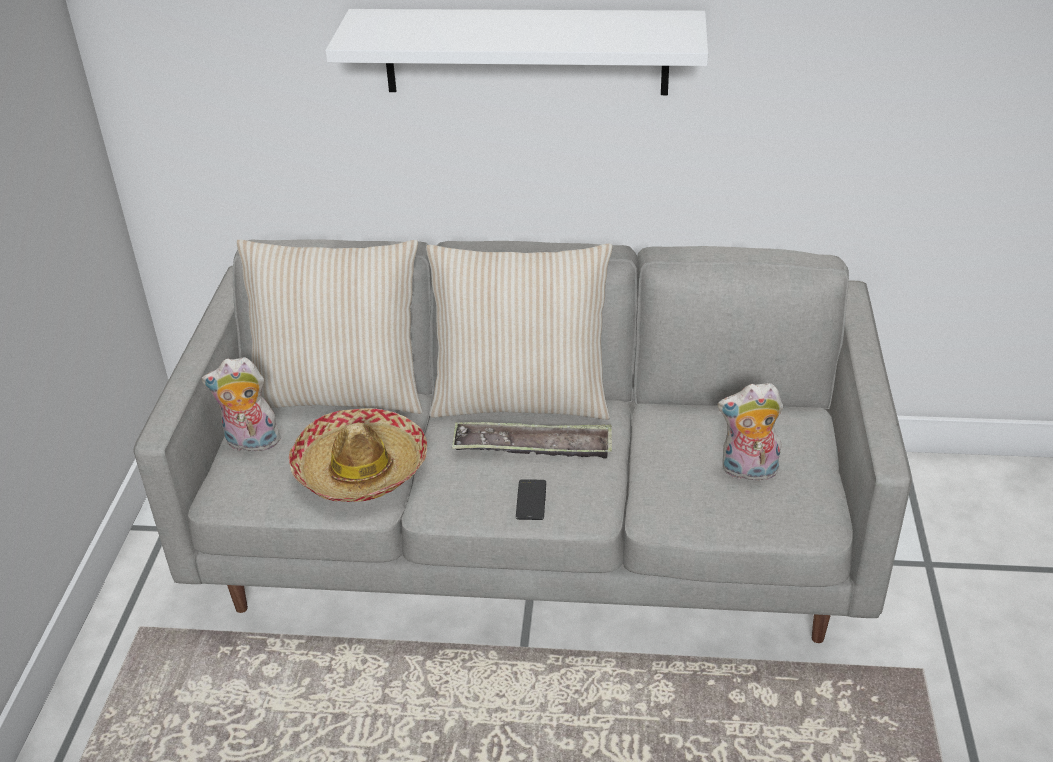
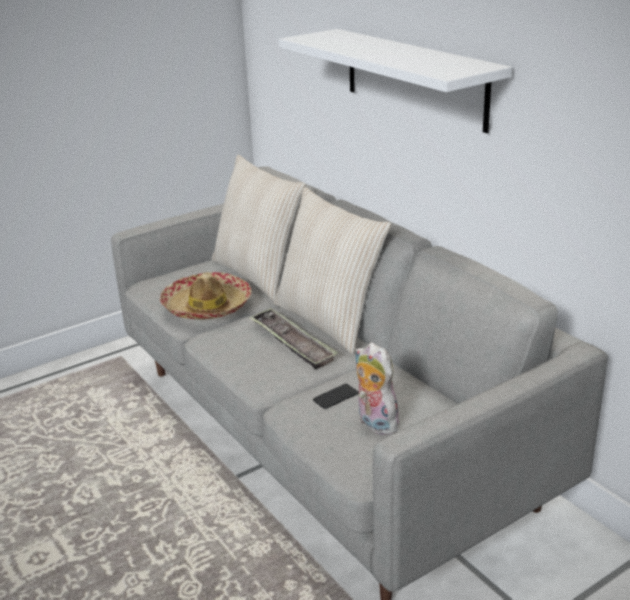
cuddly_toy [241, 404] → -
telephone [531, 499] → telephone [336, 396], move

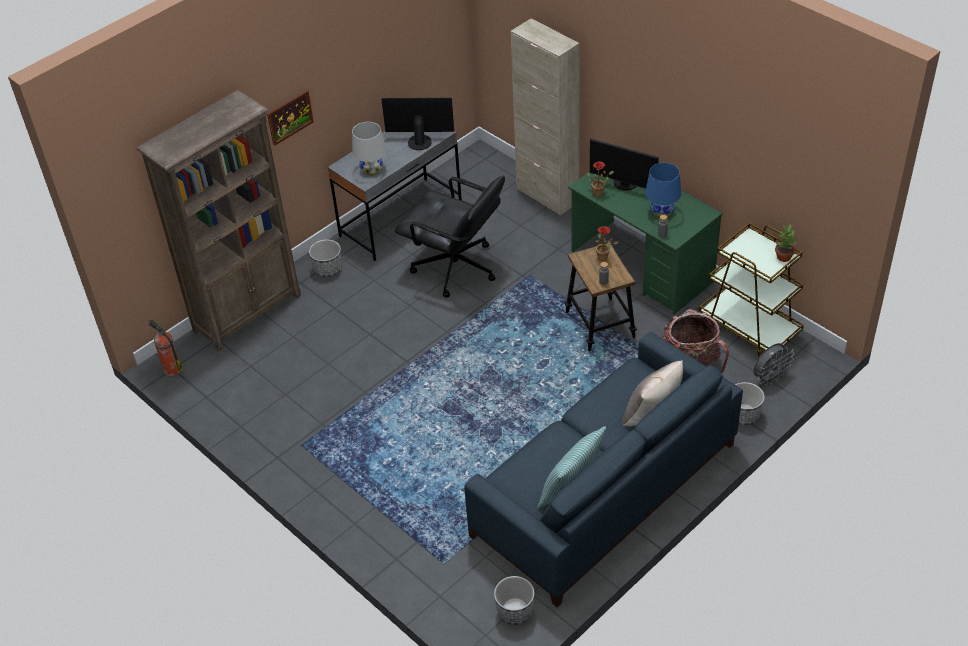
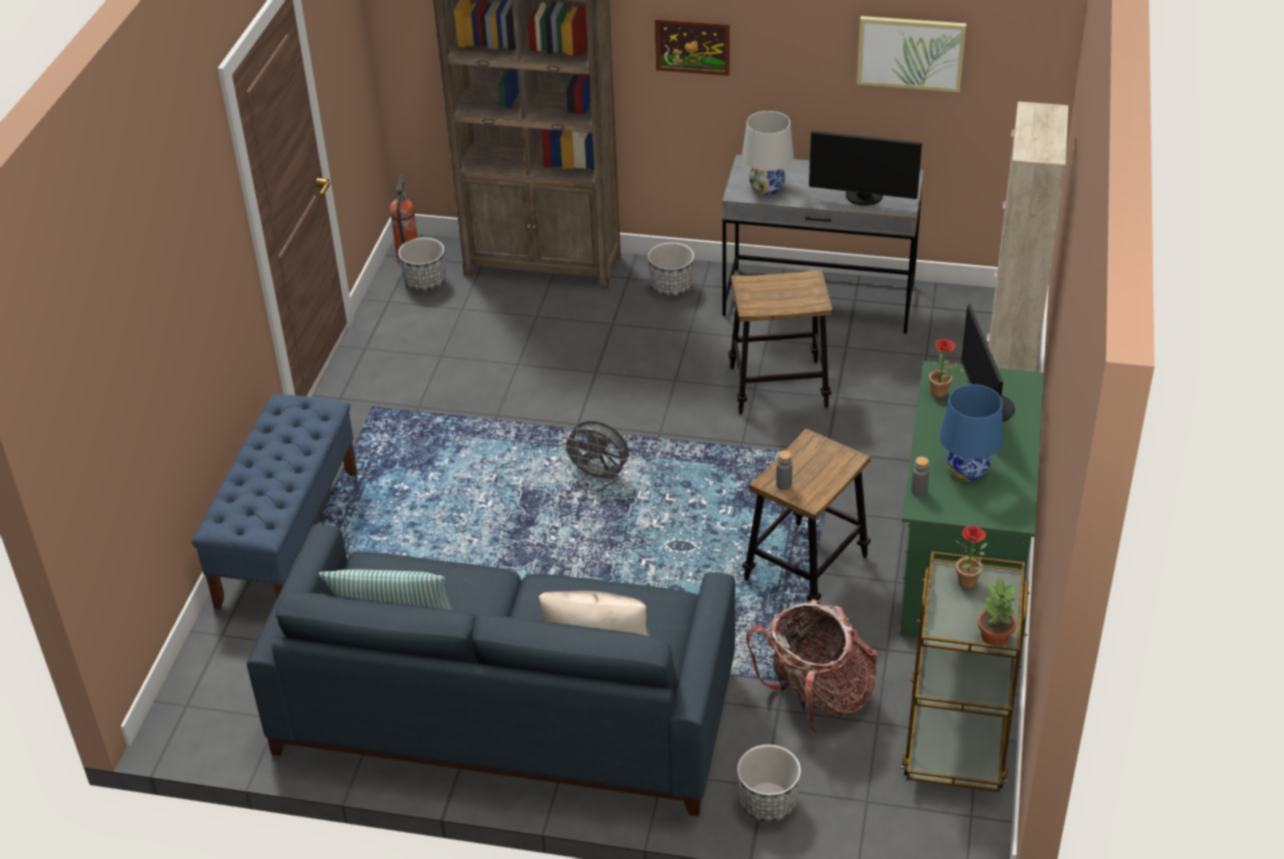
computer_display [417, 124] → computer_display [865, 168], 135 degrees clockwise
black_computer_chair [450, 236] → stool_seat [780, 342]
plant_in_a_pot [607, 243] → plant_in_a_pot [971, 557], move
grey_cooling_fan [774, 364] → grey_cooling_fan [595, 452], move
flower_pot [514, 600] → flower_pot [422, 264], move
- → wall_picture [912, 54]
- → blue_long_seat [274, 501]

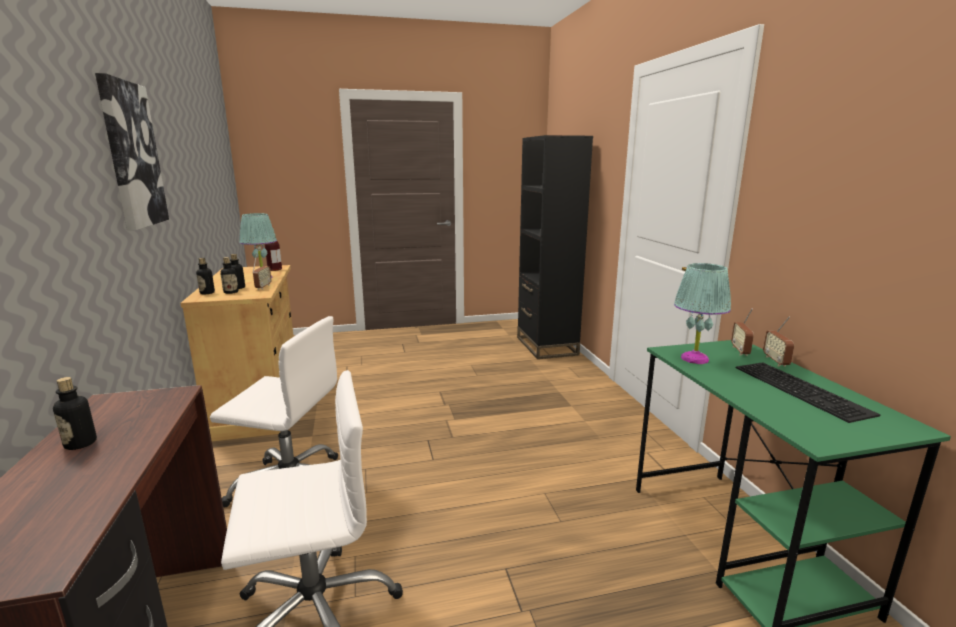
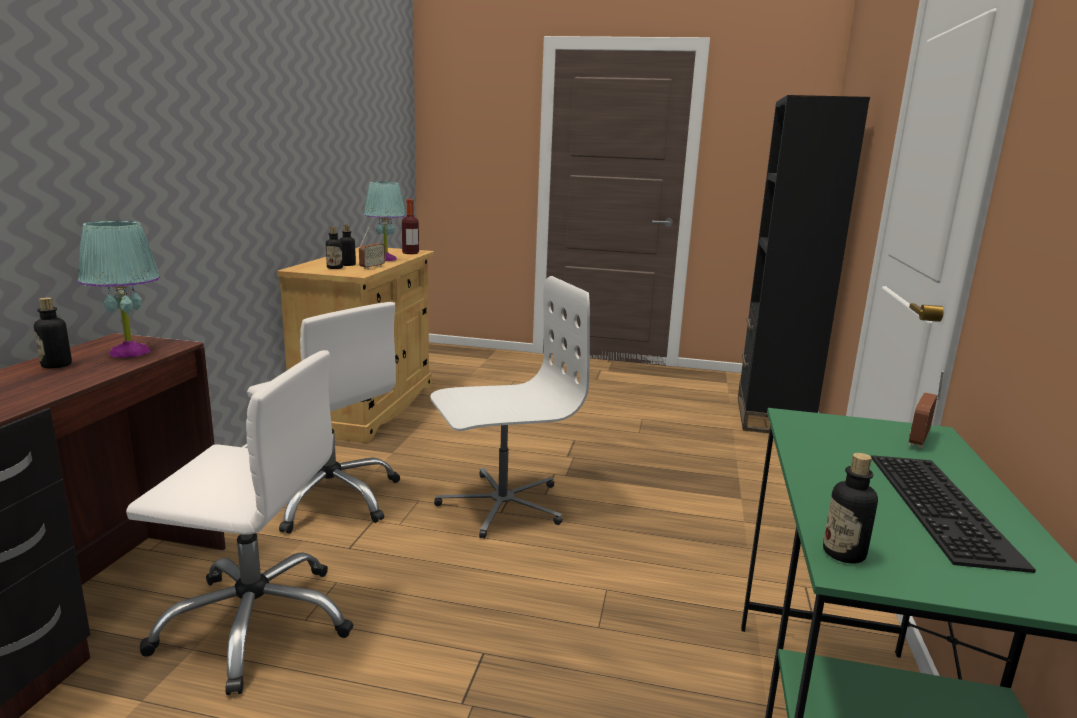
wall_picture [132, 151] → -
bottle [205, 276] → bottle [850, 508], move
turquoise-coloured_lamp_for_a_table [702, 313] → turquoise-coloured_lamp_for_a_table [119, 289], move
radio [778, 341] → -
- → white-coloured_computer_chair [510, 407]

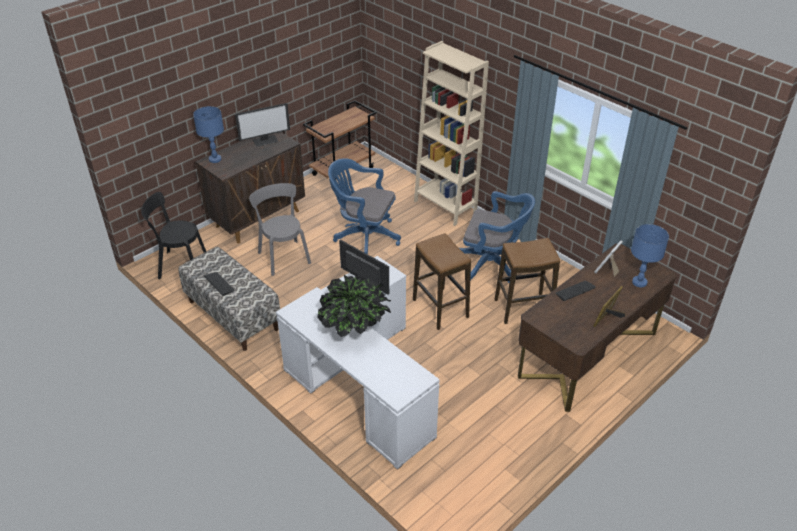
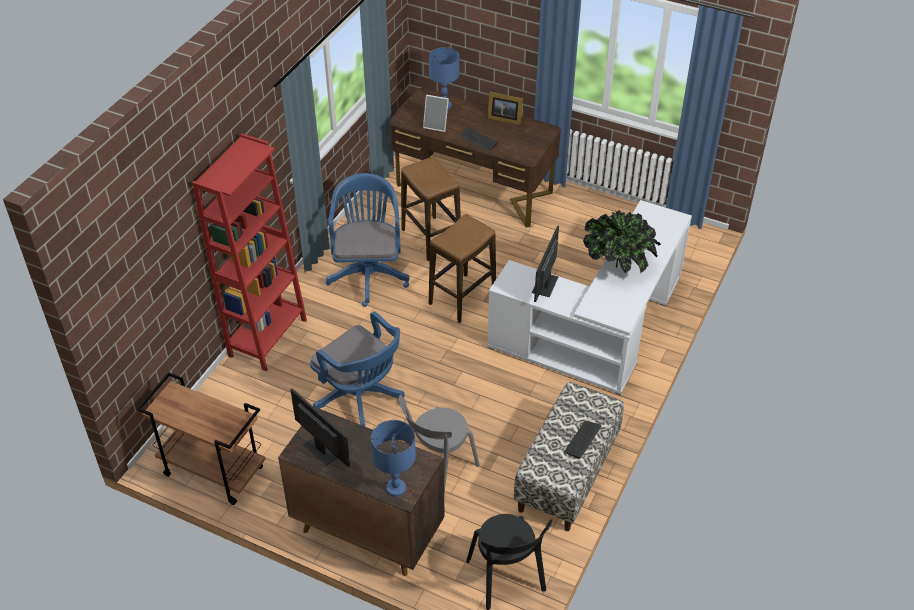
beige-coloured_bookshelf [451, 133] → reddish_bookshelf [249, 252]
blue_computer_chair [364, 206] → blue_computer_chair [357, 368], 45 degrees counterclockwise

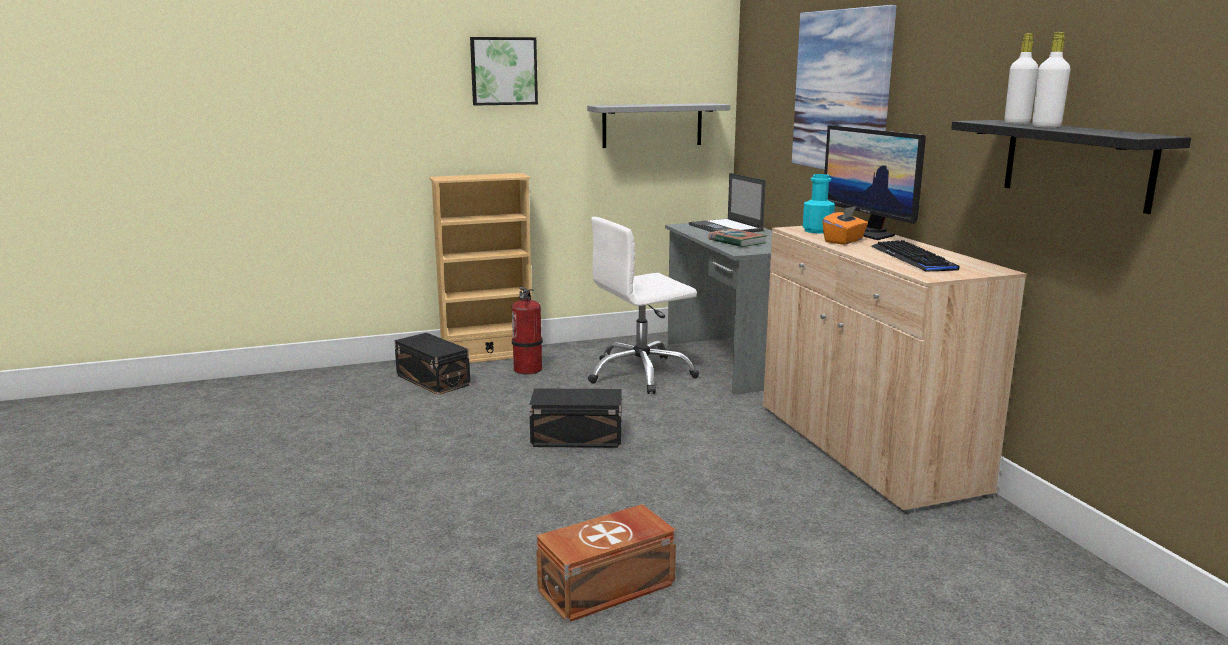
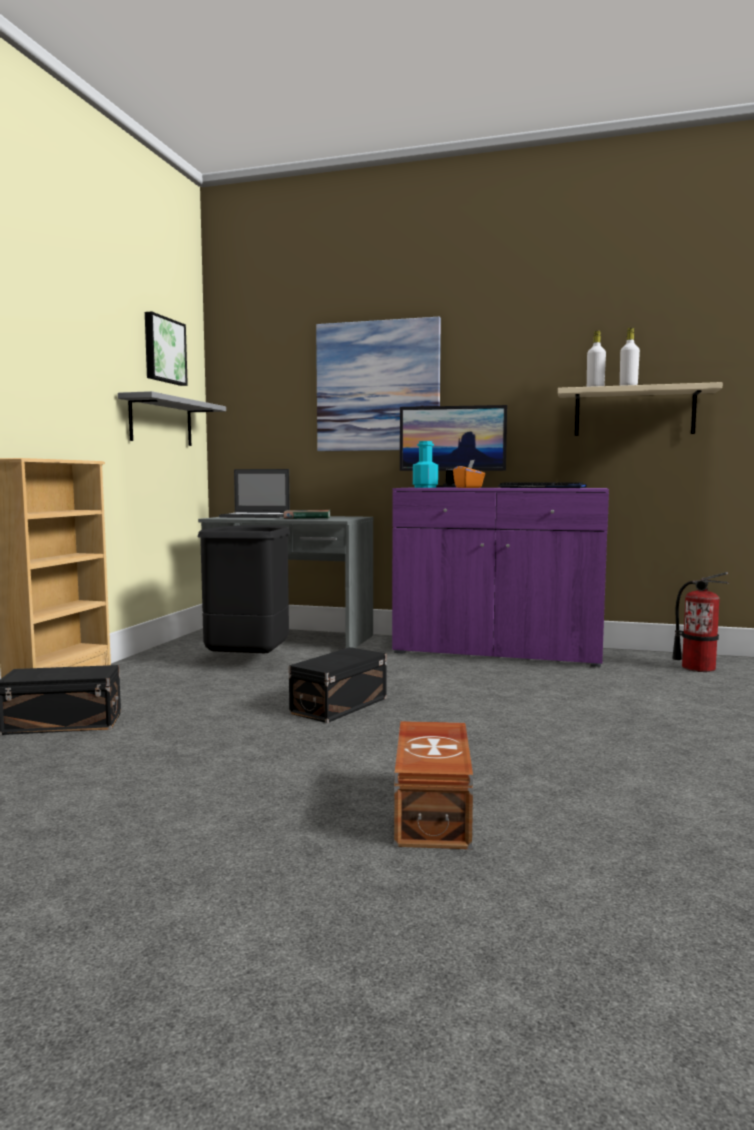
wall_picture [504, 71] → wall_picture [166, 348], move
black_shelf [1071, 167] → beige-coloured_shelf [640, 409]
white-coloured_computer_chair [643, 305] → black_rubbish_bin [244, 589]
beige-coloured_storage_cabinet [894, 370] → purplish_storage_cabinet [500, 577]
fire_extinguisher [527, 330] → fire_extinguisher [700, 622], move
brown-coloured_storage_box [606, 563] → brown-coloured_storage_box [433, 785], move

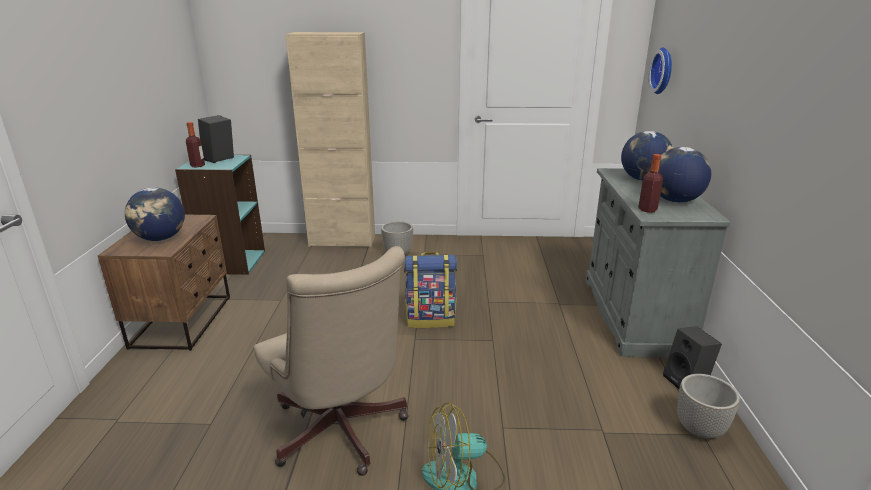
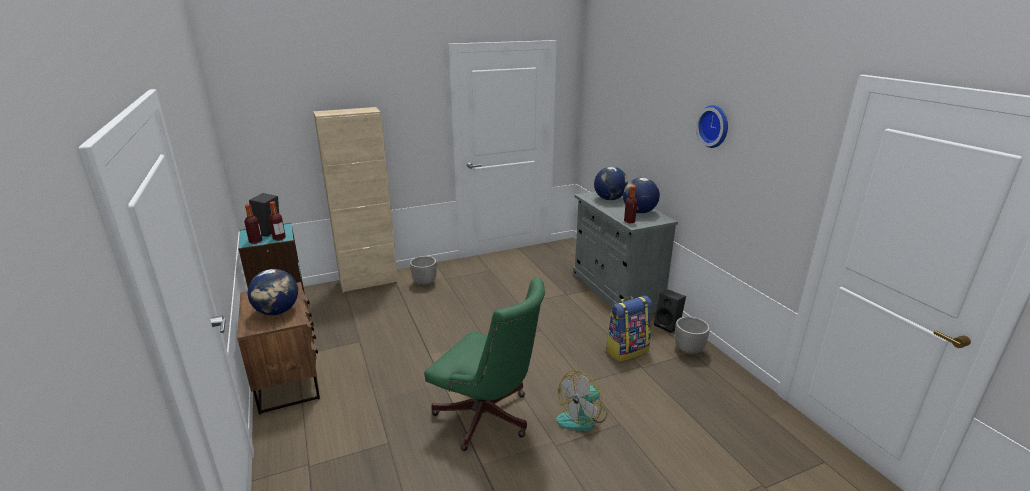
wall_clock [660, 71] → wall_clock [712, 126], move
beige-coloured_computer_chair [331, 361] → green_computer_chair [484, 364]
backpack [430, 290] → backpack [629, 329], move
- → bottle [277, 221]

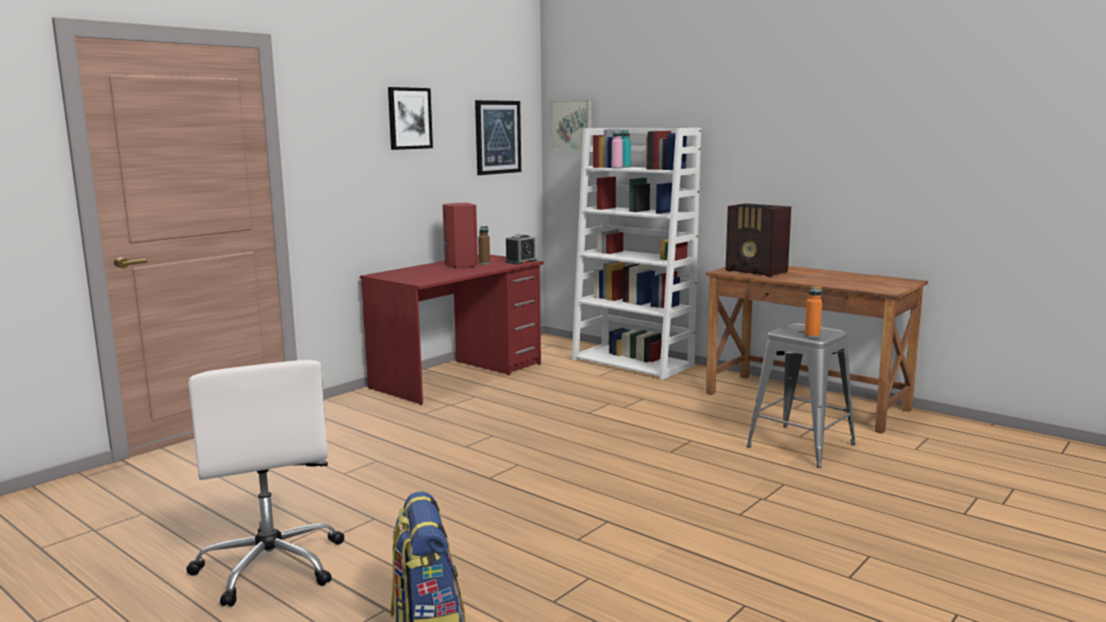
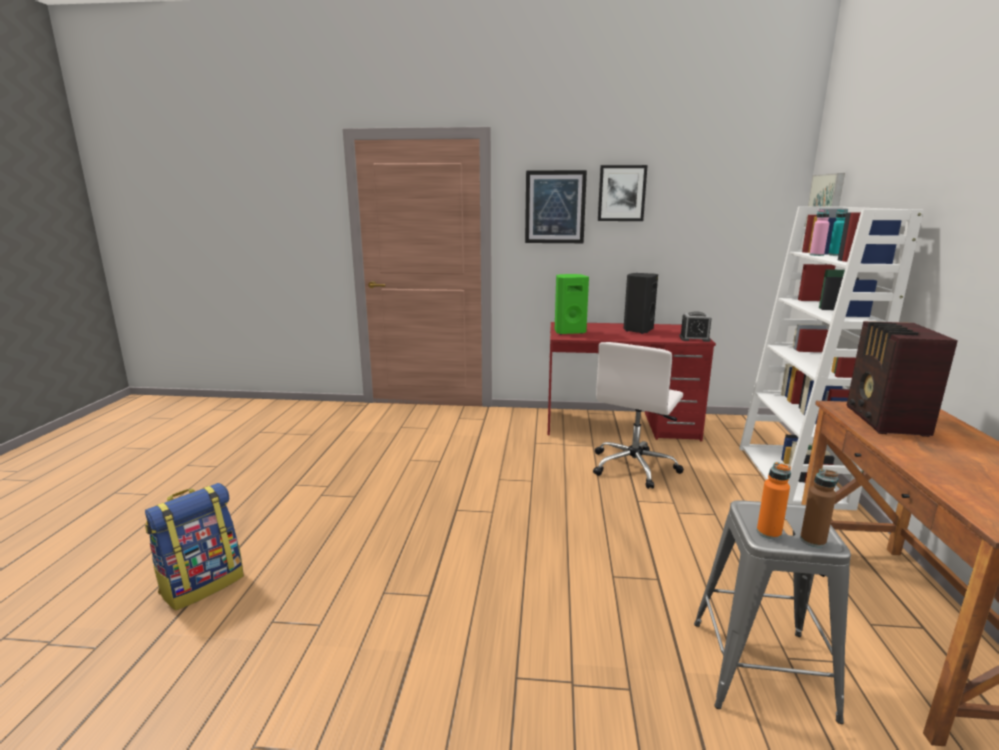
wall_picture [498, 137] → wall_picture [556, 206], move
reddish_speaker [460, 235] → black_speaker [640, 303]
brown-coloured_bottle [484, 245] → brown-coloured_bottle [819, 508], move
white-coloured_computer_chair [265, 483] → white-coloured_computer_chair [638, 415], move
- → green_speaker [572, 304]

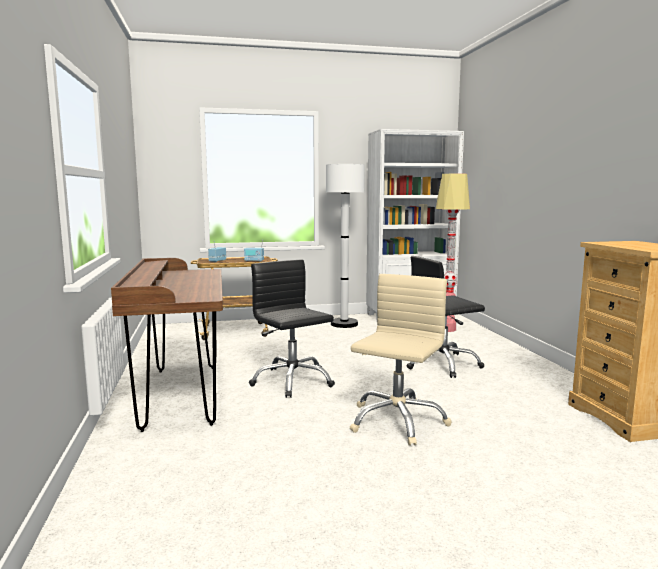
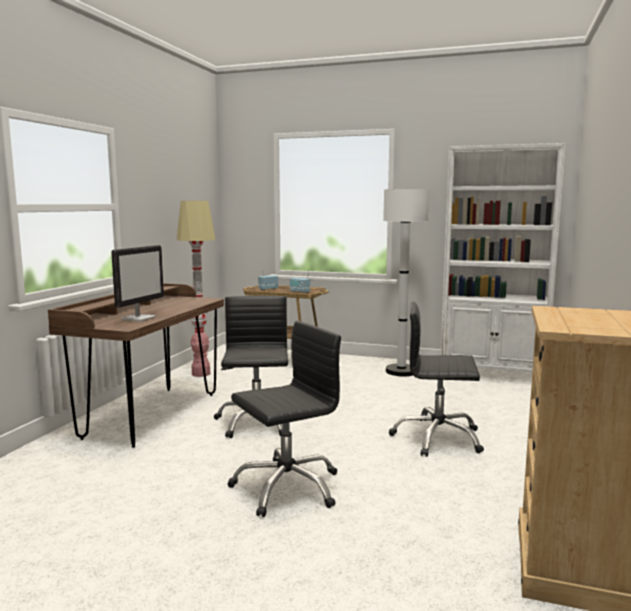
standing_lamp [453, 253] → standing_lamp [196, 289], move
beige-coloured_computer_chair [401, 360] → black_computer_chair [284, 419]
- → computer_display [137, 283]

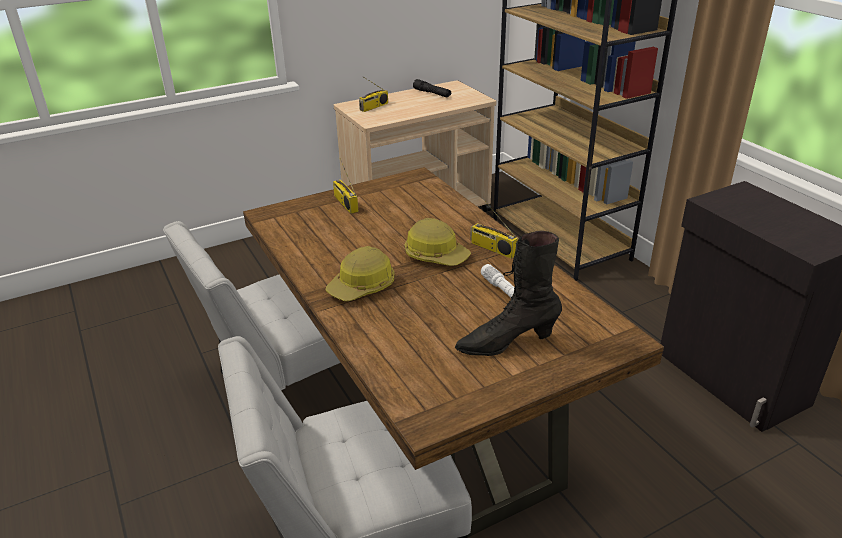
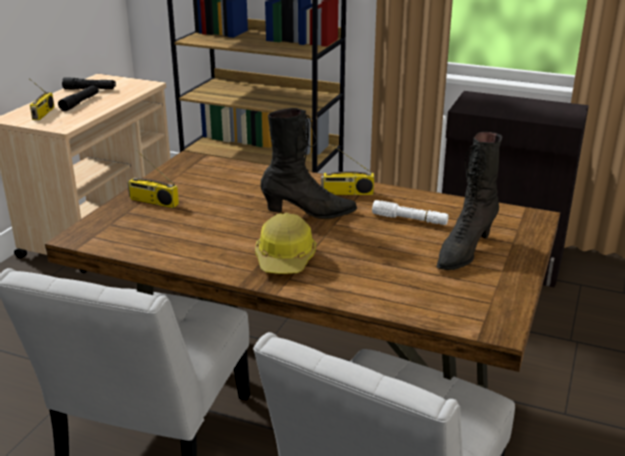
work_helmet [438, 242] → black_boot [308, 163]
- → black_hand_torch [78, 98]

